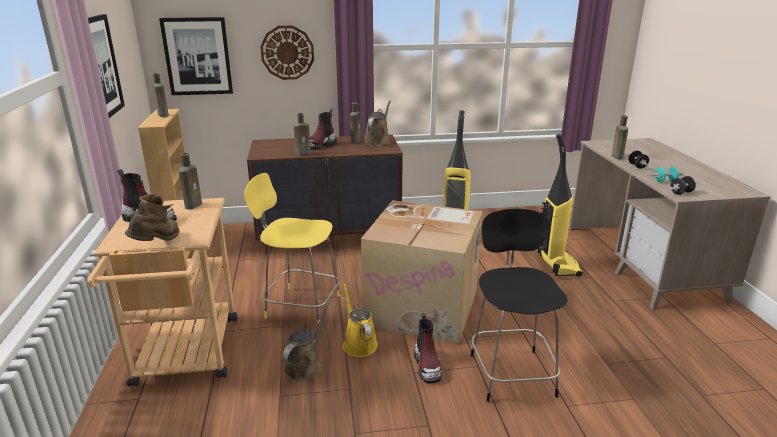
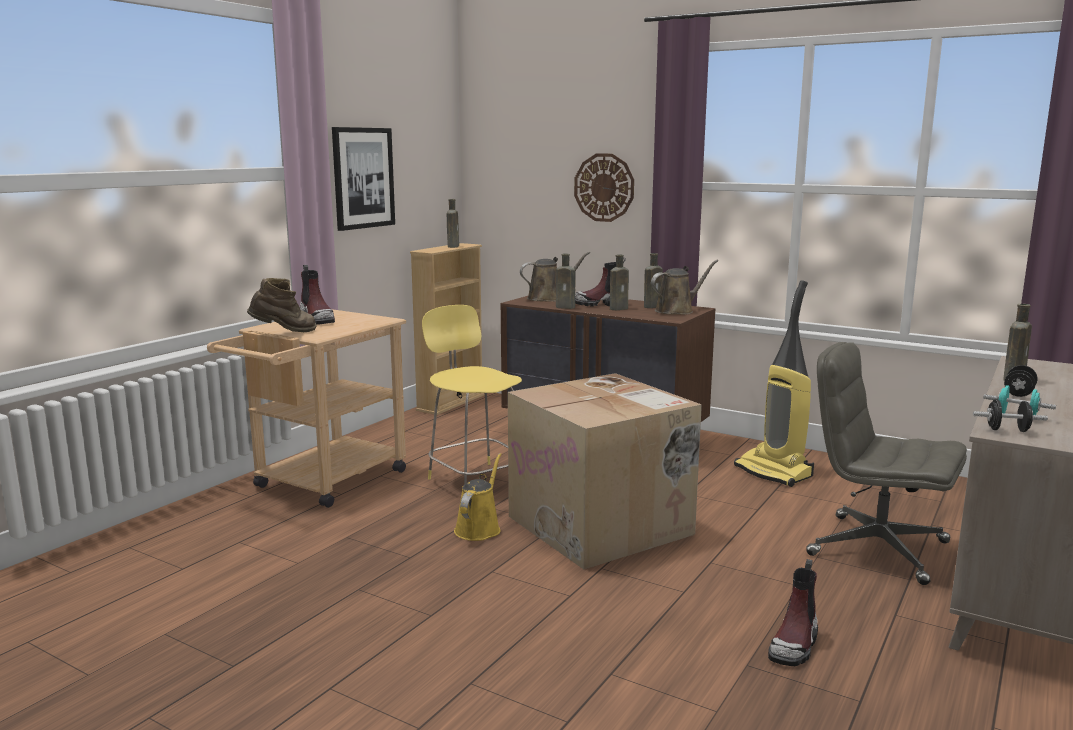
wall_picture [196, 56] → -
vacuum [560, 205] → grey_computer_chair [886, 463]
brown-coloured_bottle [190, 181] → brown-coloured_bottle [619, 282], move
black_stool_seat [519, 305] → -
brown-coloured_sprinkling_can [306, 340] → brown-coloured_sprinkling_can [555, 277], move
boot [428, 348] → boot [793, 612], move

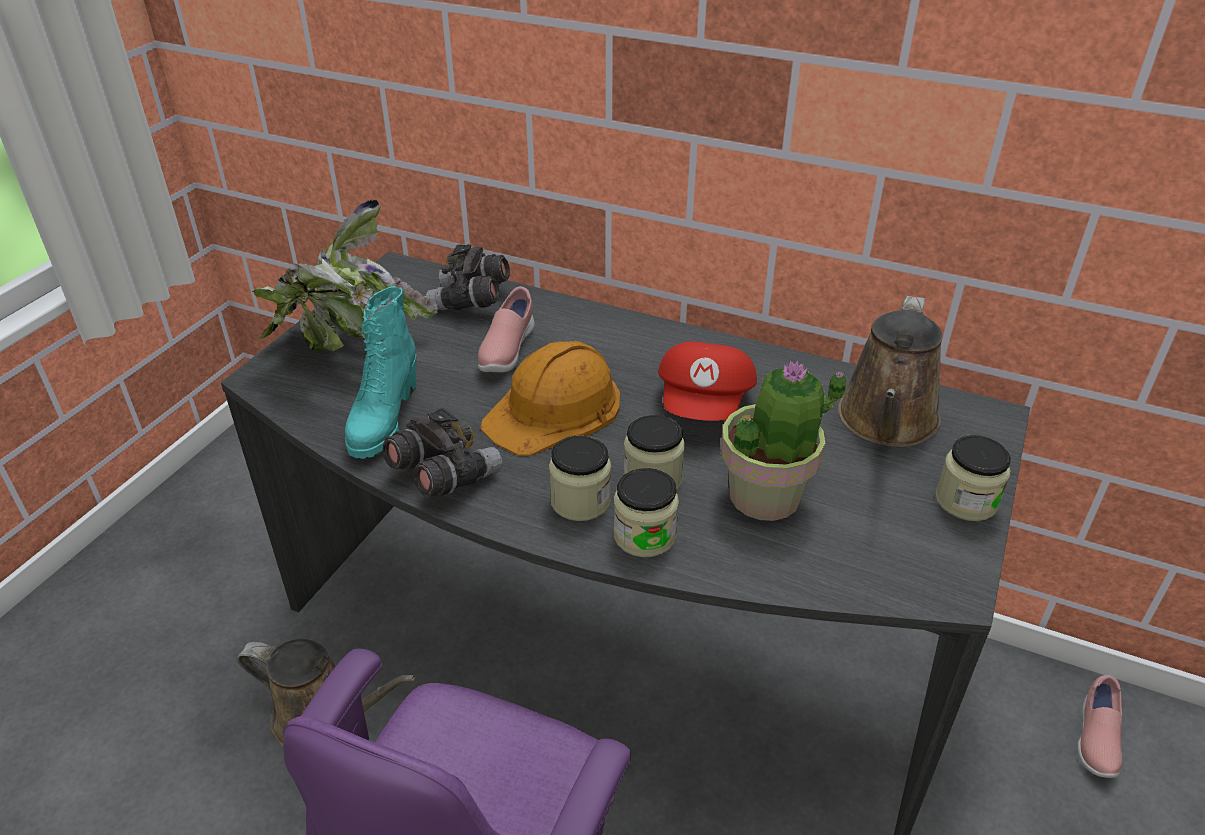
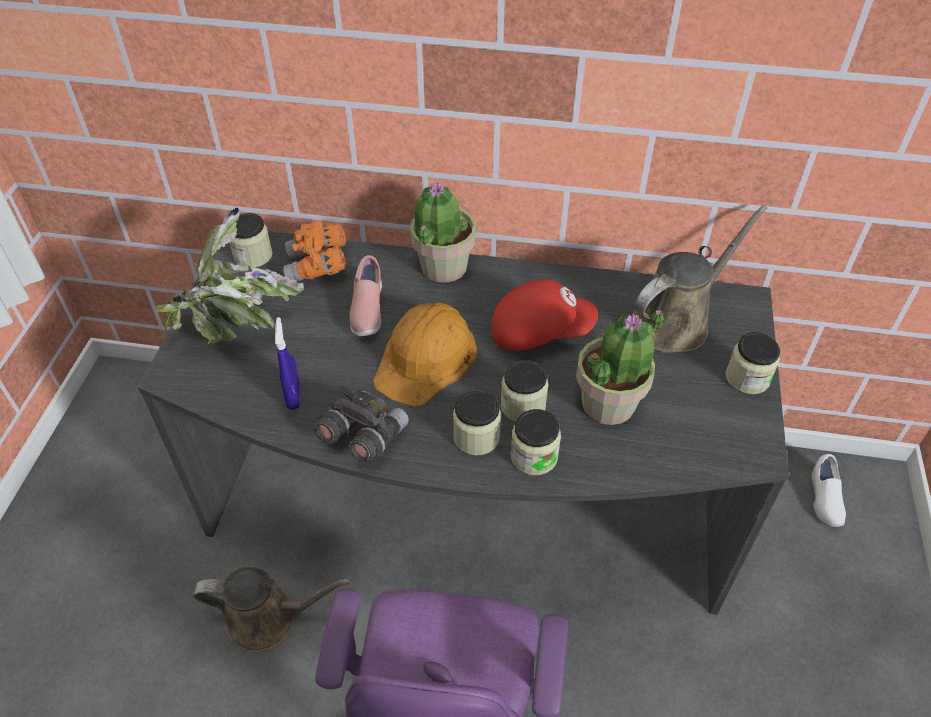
grey_field_glasses [468, 277] → orange-coloured_field_glasses [314, 251]
turquoise-coloured_boot [380, 372] → blue_spray_bottle [287, 363]
brown-coloured_sprinkling_can [890, 371] → brown-coloured_sprinkling_can [699, 279], 135 degrees counterclockwise
reddish_baseball_cap [707, 381] → reddish_baseball_cap [544, 315], 90 degrees counterclockwise
pink_shoe [1100, 726] → white-coloured_shoe [829, 490]
- → plant_in_a_pot [443, 232]
- → preserve_jar [251, 240]

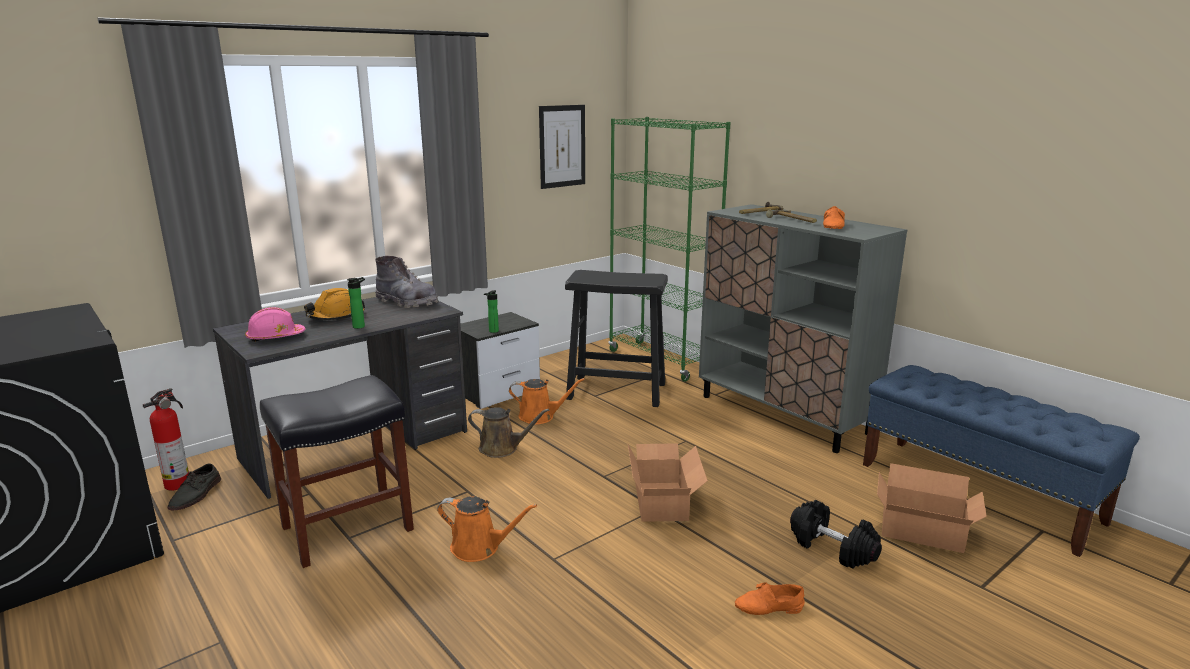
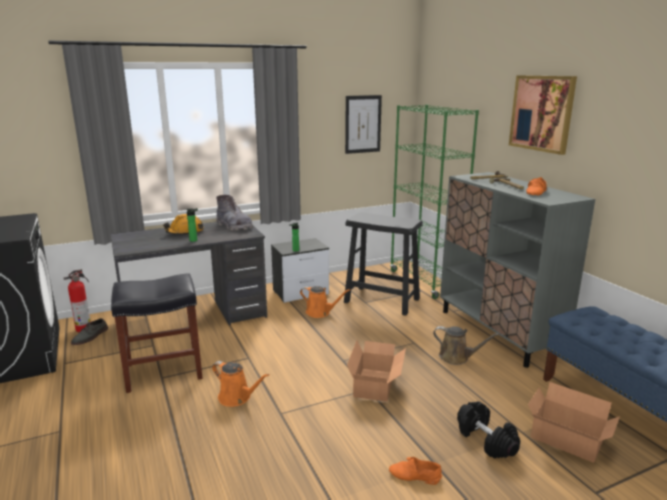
pink_work_helmet [275, 324] → -
brown-coloured_sprinkling_can [509, 432] → brown-coloured_sprinkling_can [466, 345], move
- → wall_picture [543, 115]

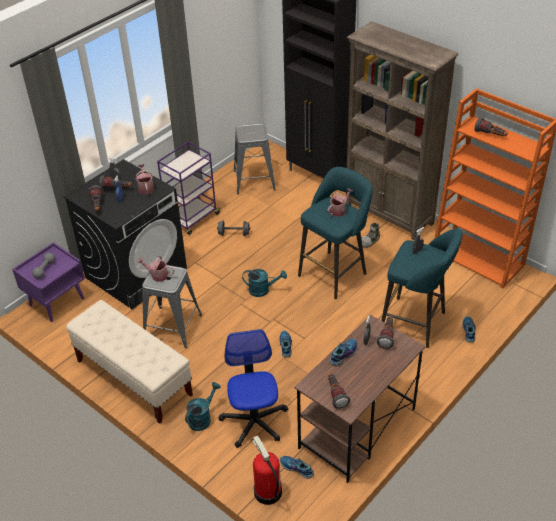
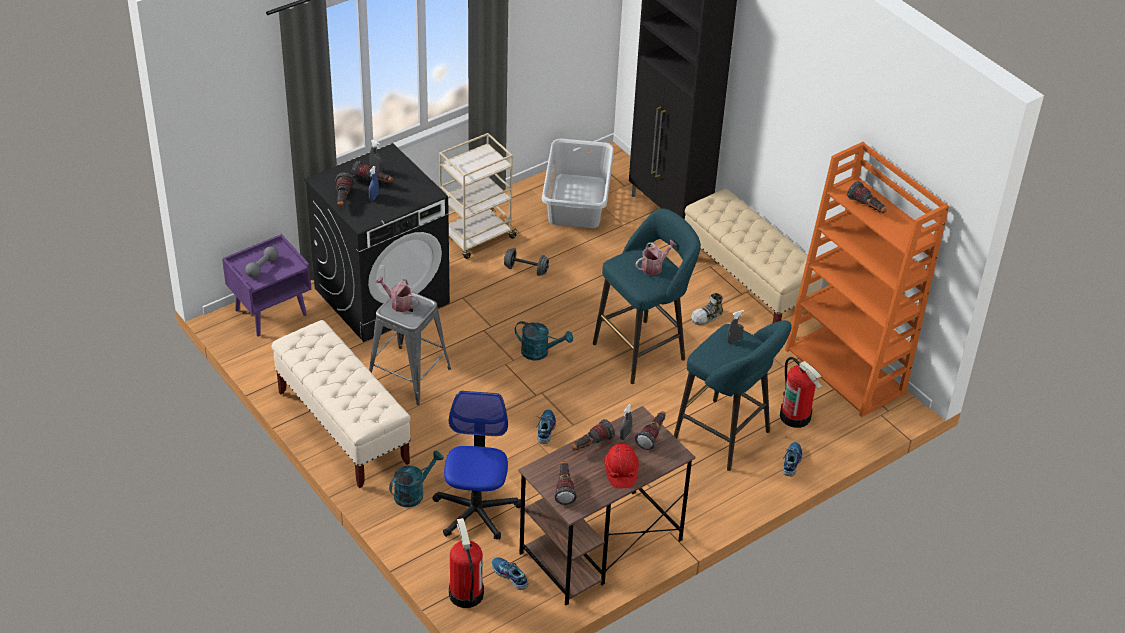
brown-coloured_bookshelf [402, 130] → beige-coloured_long_seat [754, 256]
grey_stool_seat [255, 158] → grey_laundry_basket [578, 183]
purplish_cart [189, 188] → beige-coloured_cart [479, 196]
sprinkling_can [144, 179] → -
shoe [343, 353] → hand_torch [593, 434]
- → fire_extinguisher [801, 392]
- → reddish_work_helmet [621, 466]

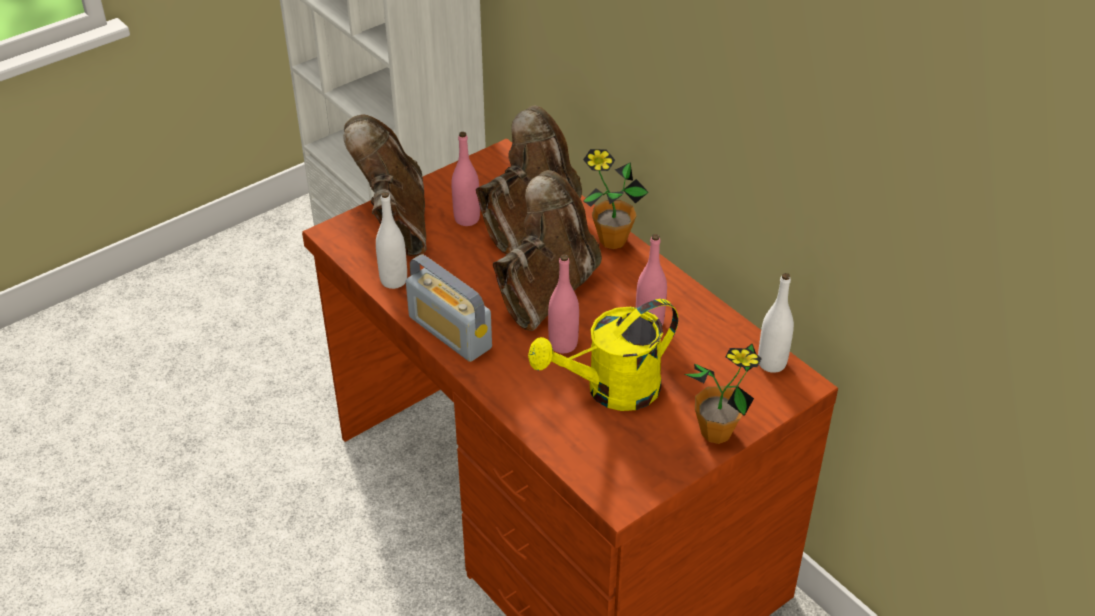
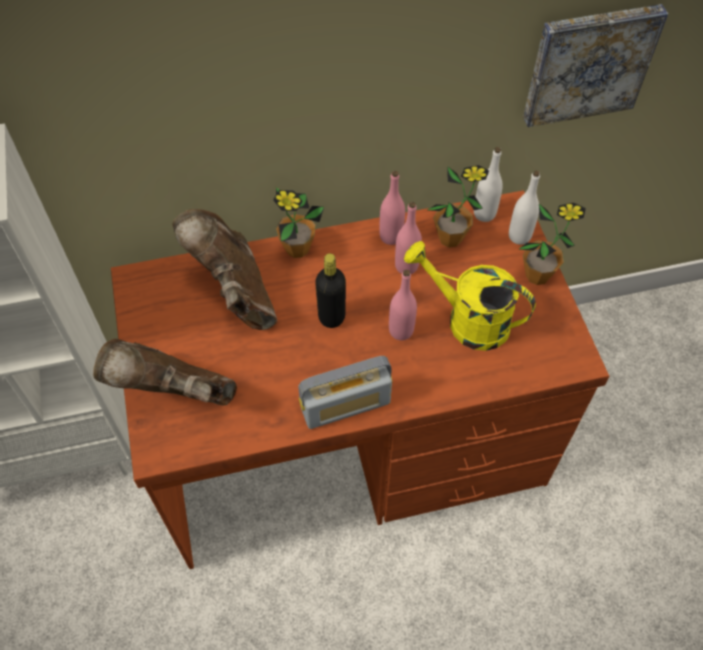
pink_bottle [466, 179] → pink_bottle [392, 208], move
brown-coloured_boot [547, 250] → black_bottle [330, 290]
white-coloured_bottle [391, 240] → white-coloured_bottle [524, 208], move
yellow-coloured_sprinkling_can [603, 355] → yellow-coloured_sprinkling_can [470, 296], 120 degrees clockwise
- → wall_picture [595, 65]
- → plant_in_a_pot [458, 206]

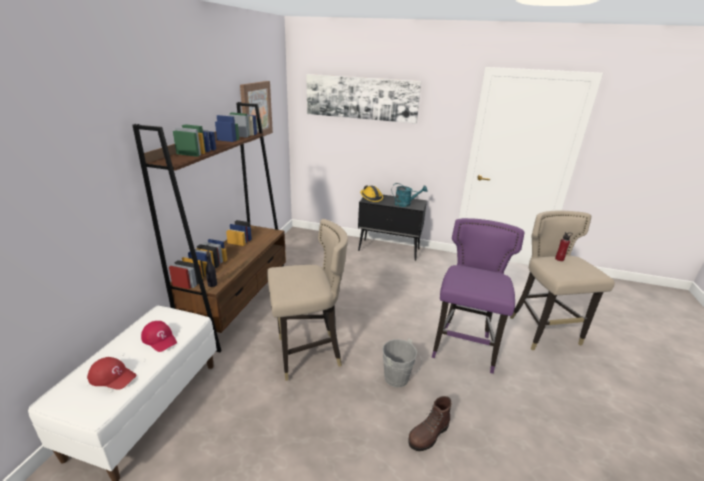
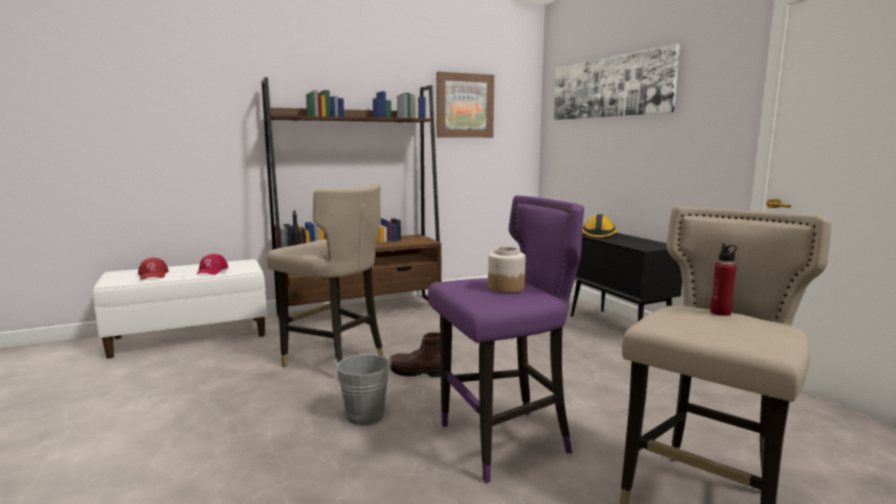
turquoise-coloured_sprinkling_can [410, 195] → -
brown-coloured_boot [429, 423] → brown-coloured_boot [415, 354], move
- → preserve_jar [506, 270]

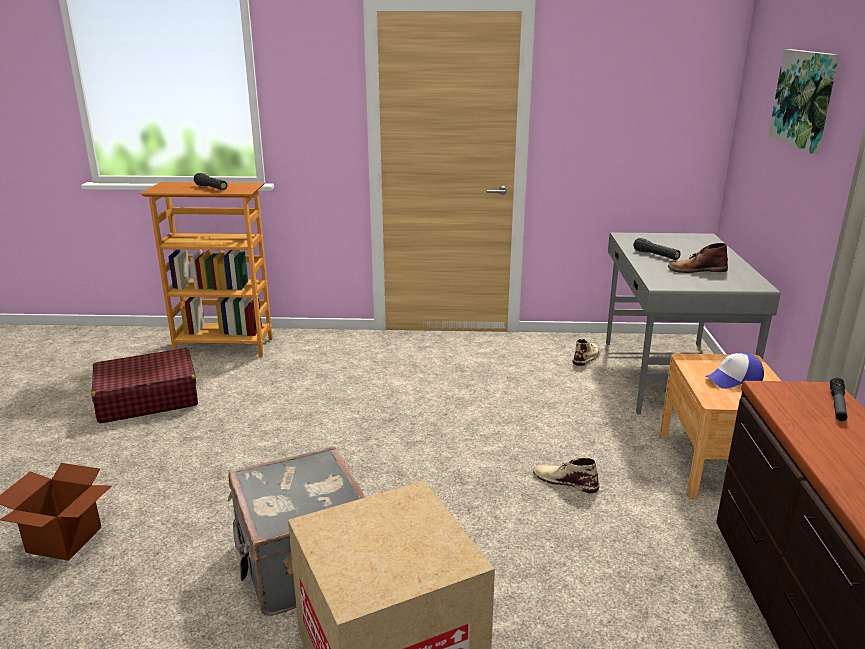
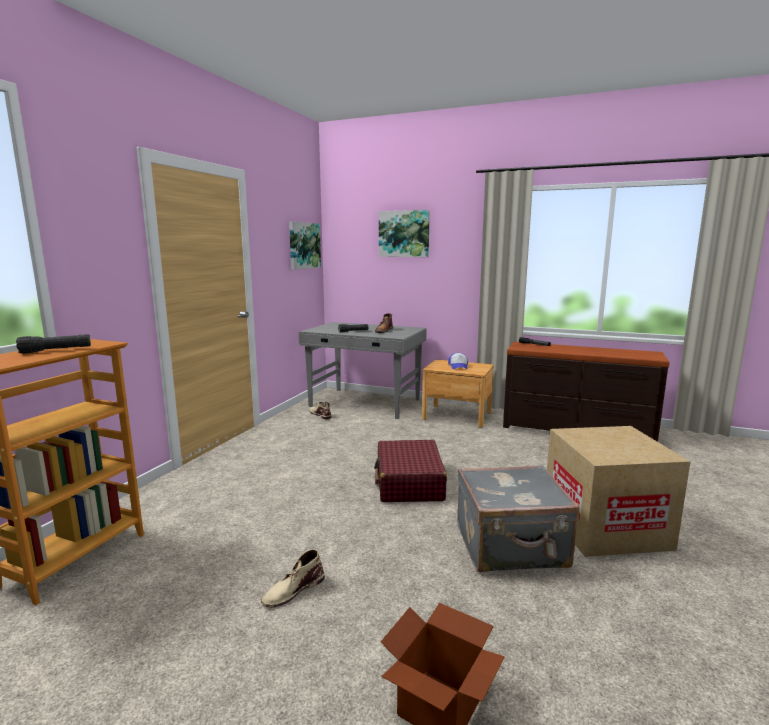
reddish_piece_of_luggage [144, 385] → reddish_piece_of_luggage [410, 471], move
beige-coloured_boot [566, 475] → beige-coloured_boot [293, 578], move
- → wall_picture [305, 245]

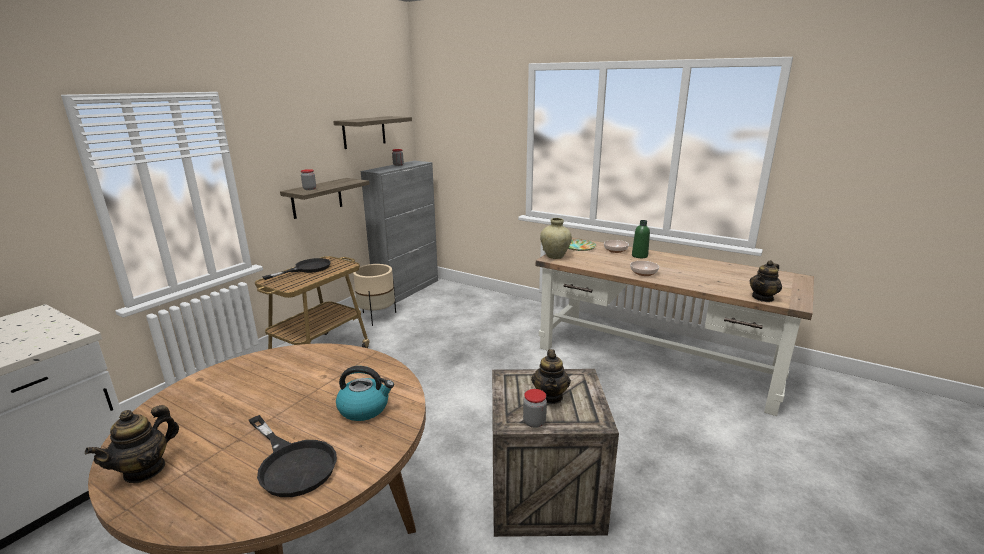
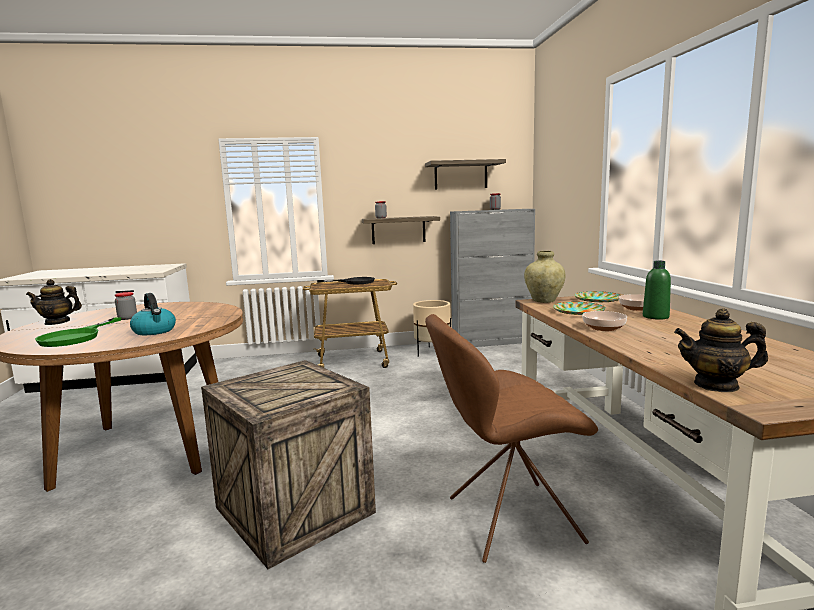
pot_for_tea [551, 376] → -
preserve_jar [535, 408] → preserve_jar [126, 306], move
black_frying_pan [293, 456] → green_frying_pan [78, 332]
- → dinner_plate [579, 308]
- → brown-coloured_chair [511, 438]

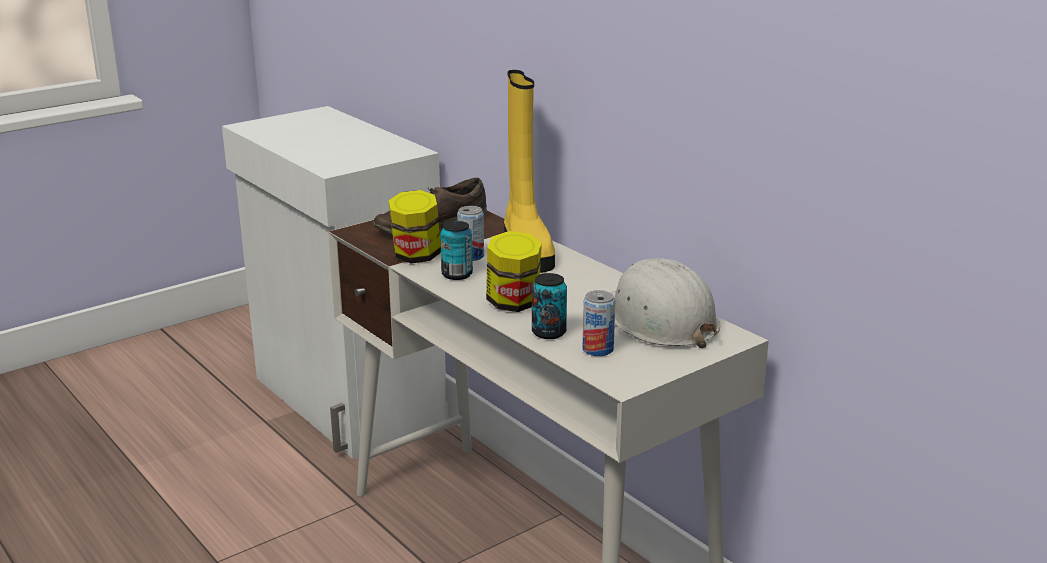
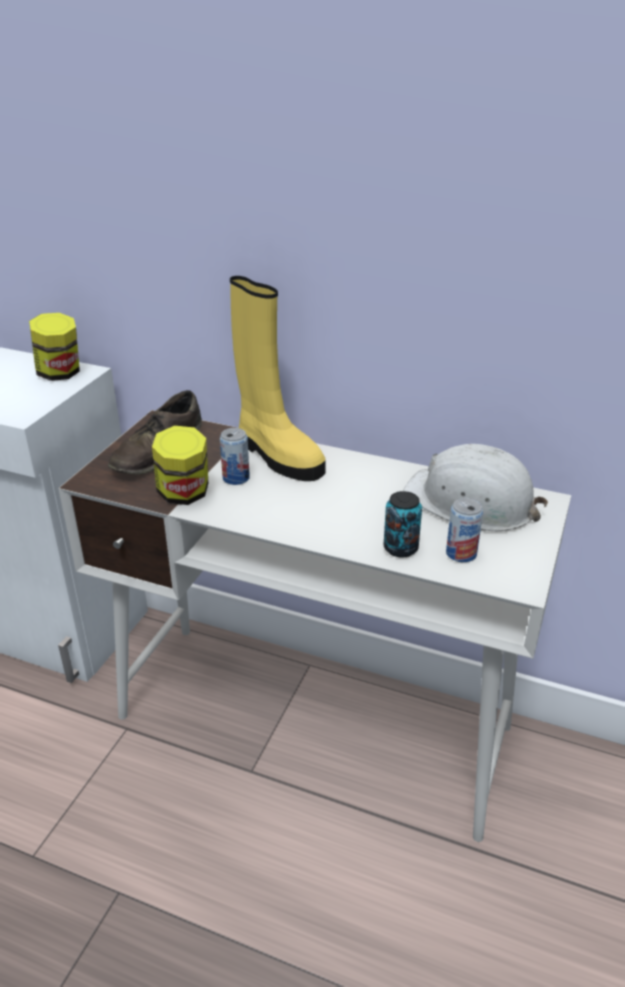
can [456, 250] → -
preserve_jar [514, 271] → preserve_jar [54, 347], move

